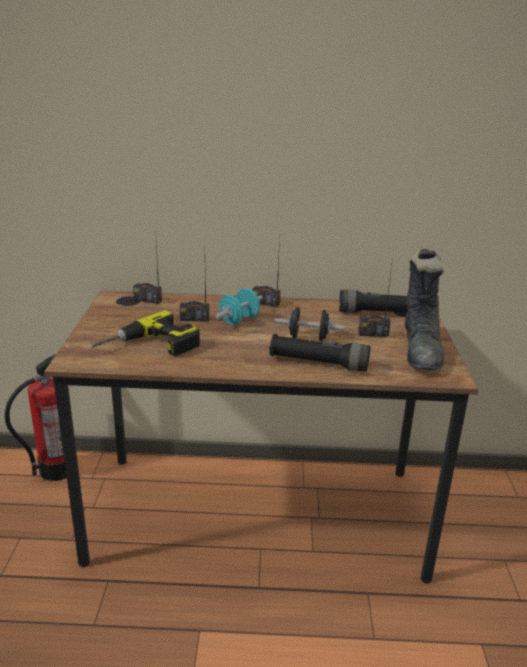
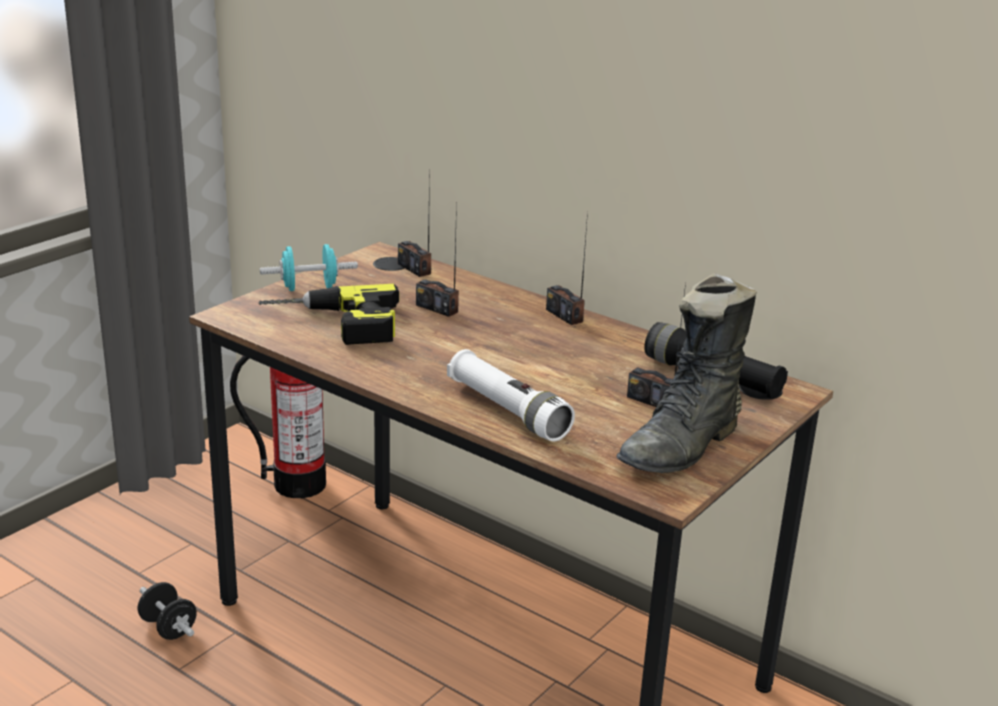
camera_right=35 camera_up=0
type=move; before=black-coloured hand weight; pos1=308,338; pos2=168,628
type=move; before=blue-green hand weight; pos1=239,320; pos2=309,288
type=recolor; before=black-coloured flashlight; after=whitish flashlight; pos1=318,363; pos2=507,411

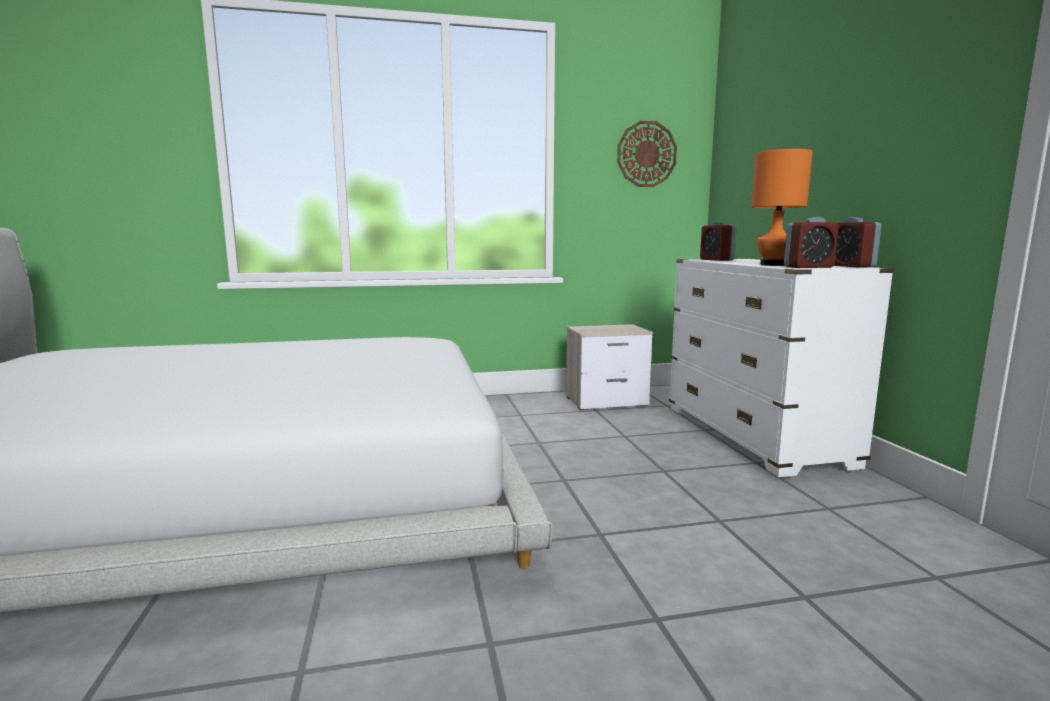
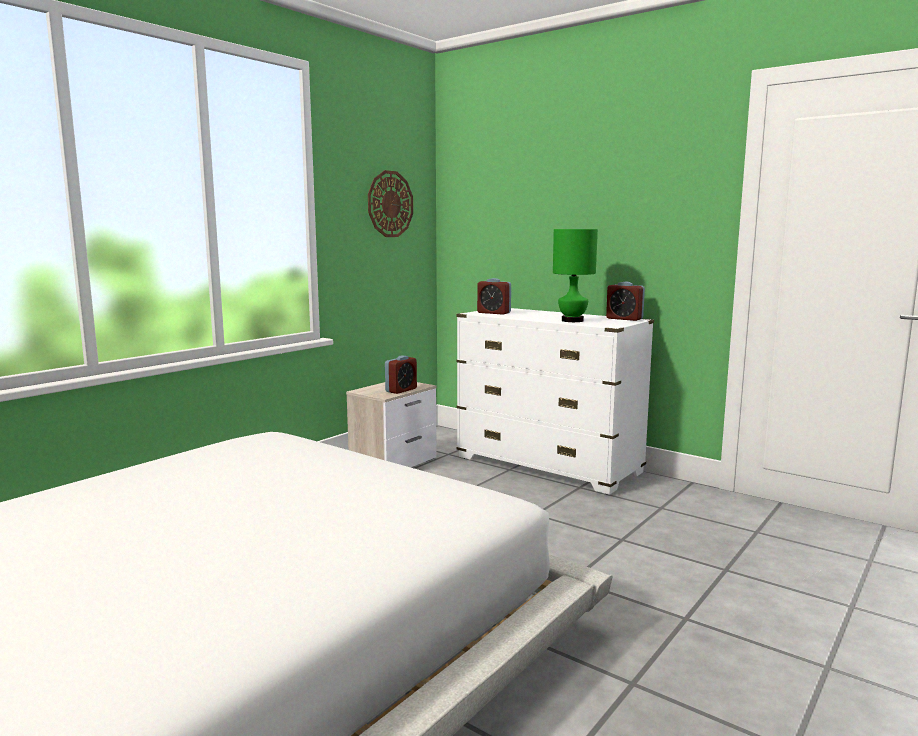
camera_right=-40 camera_up=0
type=move; before=table clock; pos1=808,267; pos2=401,390
type=recolor; before=orange tabletop lamp; after=green tabletop lamp; pos1=773,265; pos2=572,320

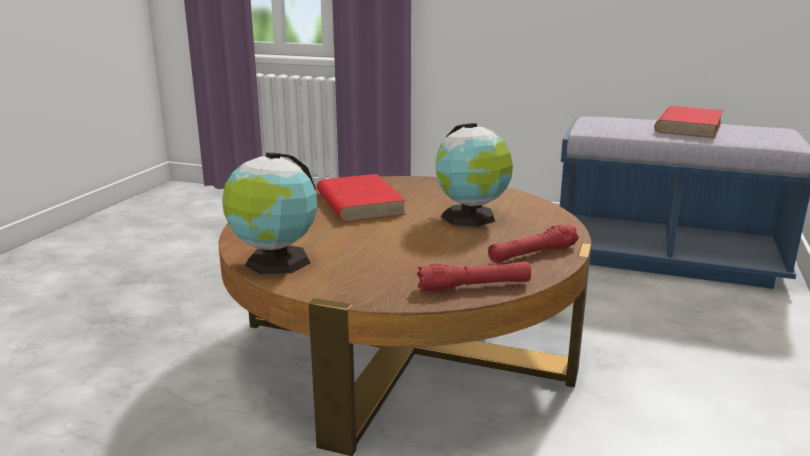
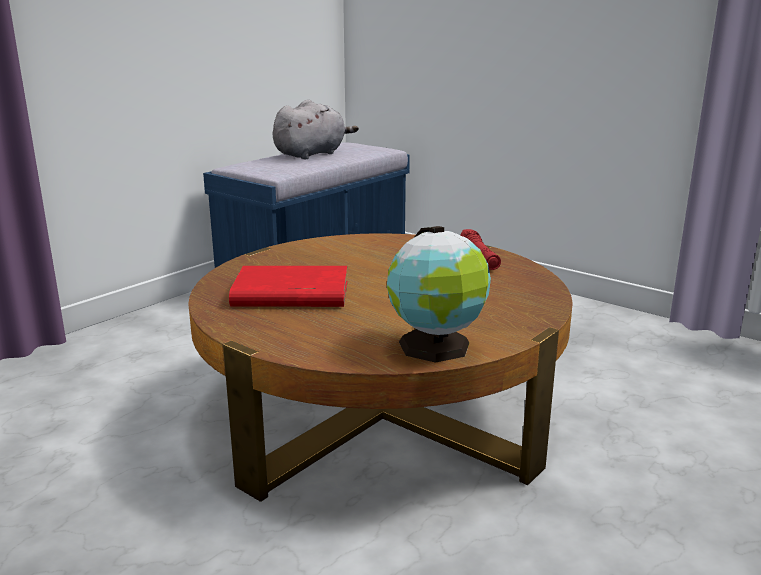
camera_right=-70 camera_up=0
type=replace; before=red-coloured book; after=greyish soft toy; pos1=688,126; pos2=312,154
type=delete; before=red-coloured flashlight; pos1=474,286
type=delete; before=world globe; pos1=471,217

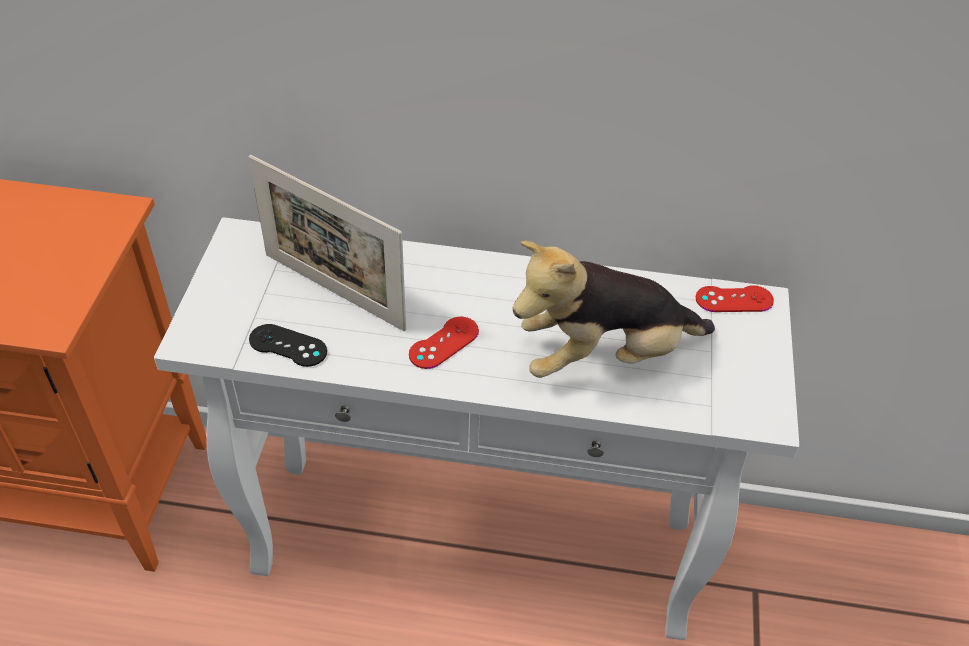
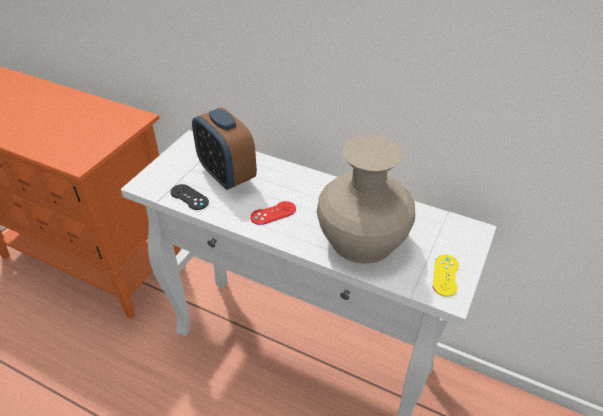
camera_right=20 camera_up=-5
type=replace; before=photo frame; after=table clock; pos1=334,291; pos2=227,175
type=replace; before=soft toy; after=sand-coloured vase; pos1=604,356; pos2=362,239
type=insert; after=yellow game controller; pos2=445,275
type=delete; before=red-coloured game controller; pos1=734,299

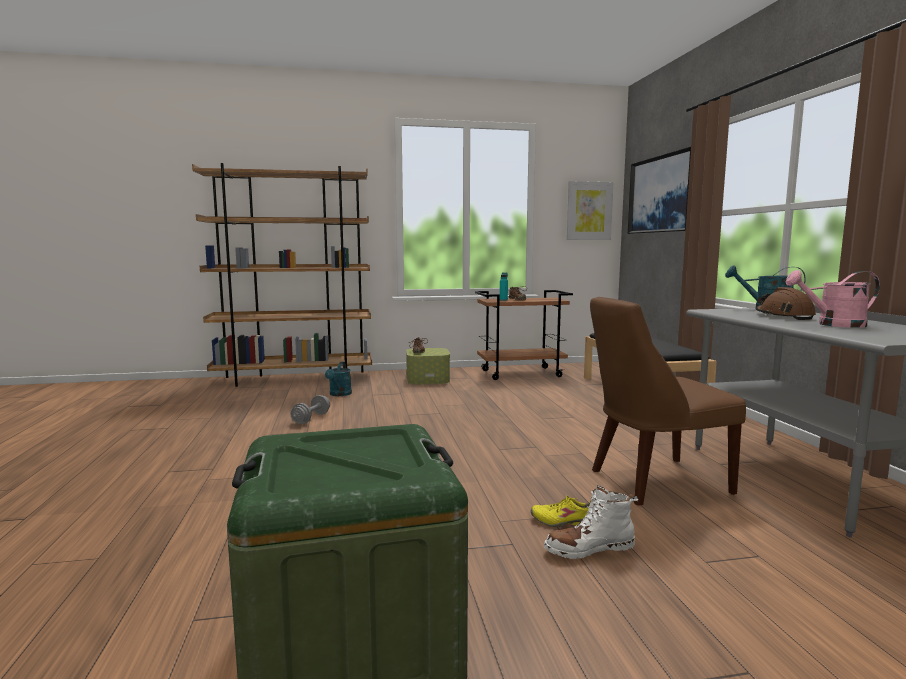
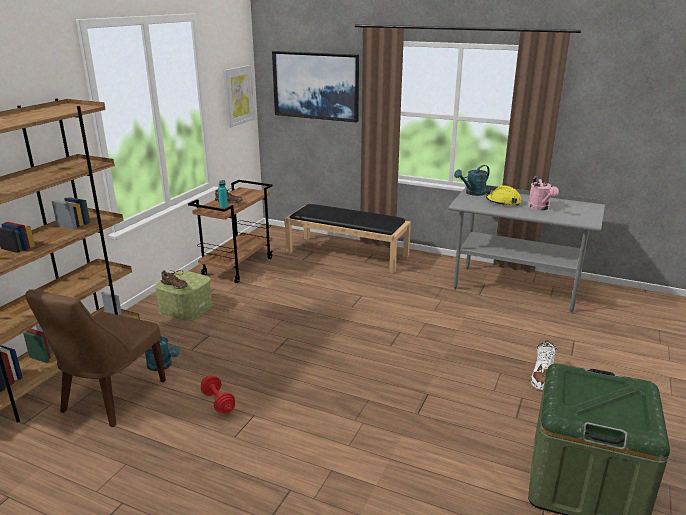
camera_right=-55 camera_up=15
type=move; before=brown-coloured plain chair; pos1=653,481; pos2=110,398
type=recolor; before=greyish hand weight; after=red-coloured hand weight; pos1=311,419; pos2=218,402
type=recolor; before=brown-coloured hard hat; after=yellow hard hat; pos1=784,316; pos2=503,202
type=rotate; before=pink-coloured sprinkling can; pos1=833,324; pos2=540,208; turn=-45
type=delete; before=yellow low shoe; pos1=563,522

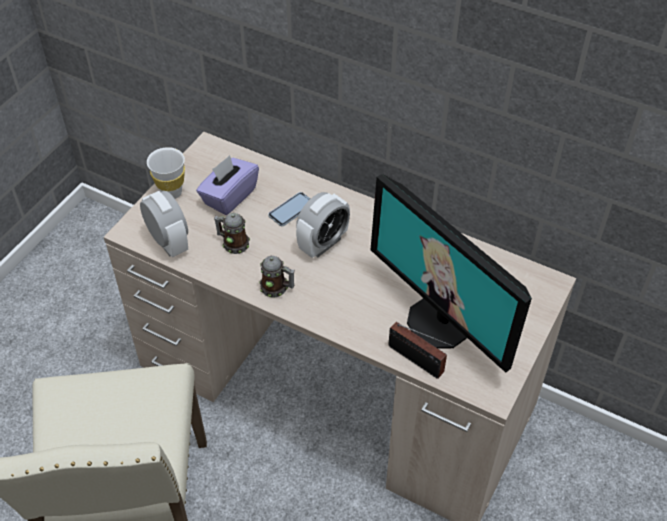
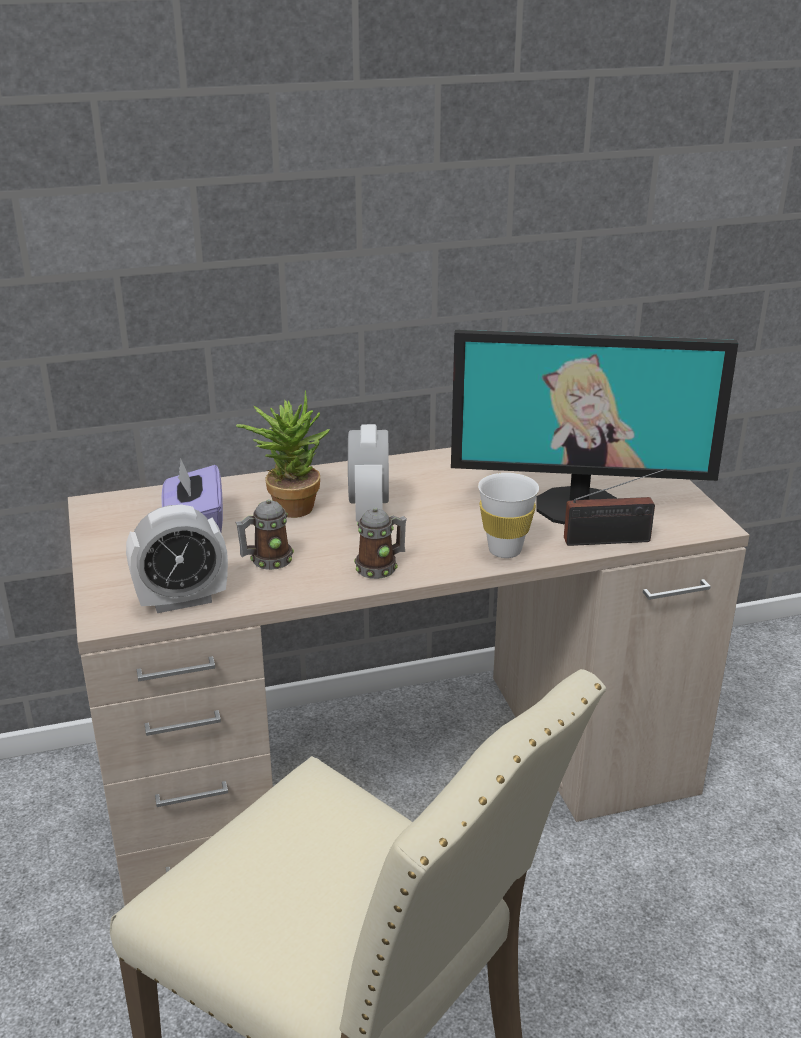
camera_right=-45 camera_up=-20
type=rotate; before=table clock; pos1=168,242; pos2=182,600; turn=150
type=replace; before=phone; after=houseplant; pos1=291,210; pos2=289,505
type=move; before=whitish drinking cup; pos1=171,192; pos2=505,550

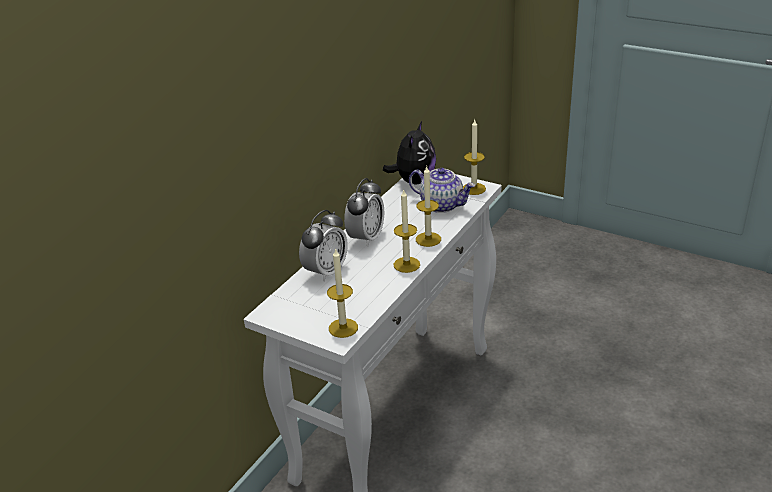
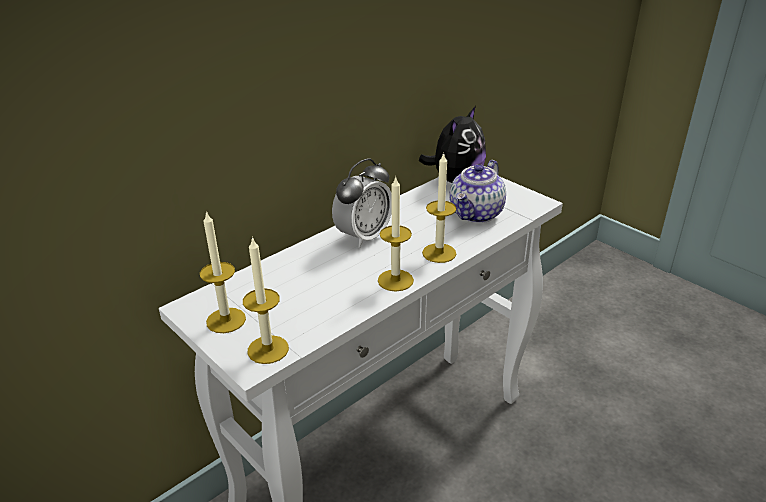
camera_right=15 camera_up=0
type=move; before=wax candle; pos1=474,189; pos2=226,320
type=rotate; before=teapot; pos1=442,205; pos2=476,214; turn=75
type=delete; before=table clock; pos1=326,271

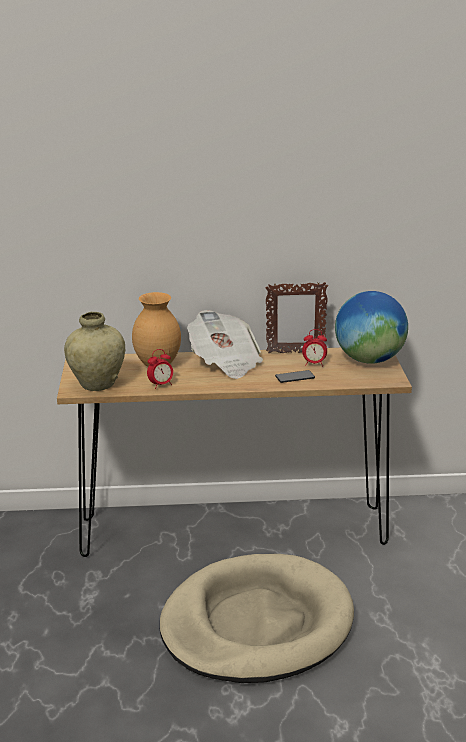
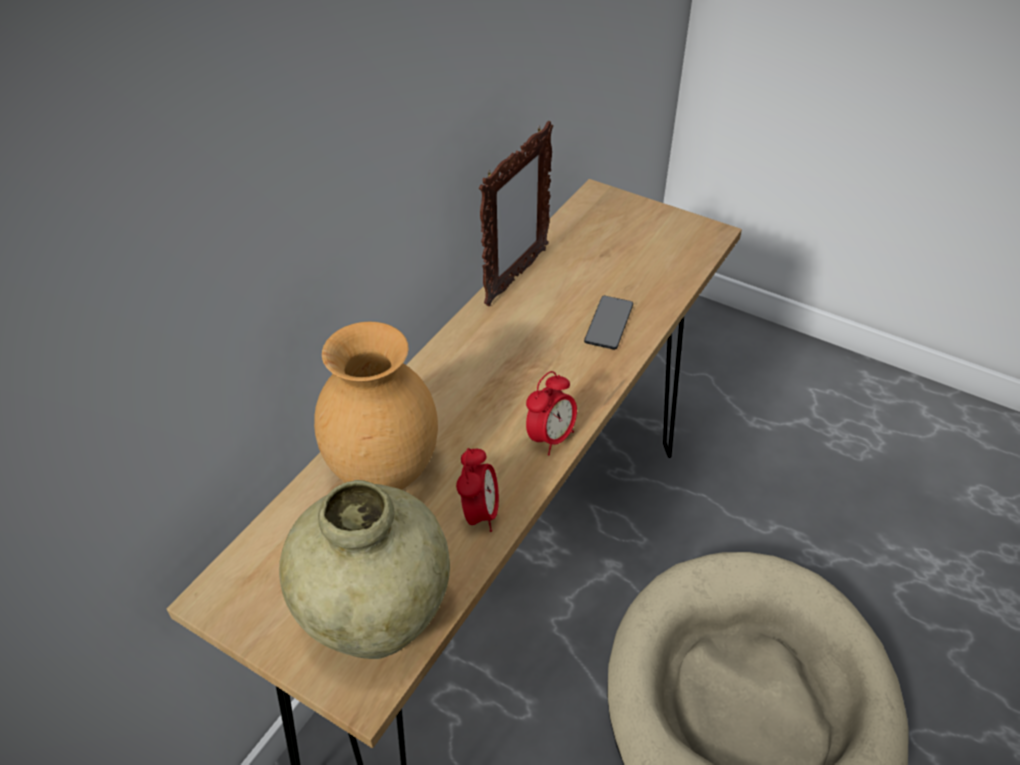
camera_right=-55 camera_up=20
type=move; before=table clock; pos1=314,364; pos2=550,438
type=delete; before=newspaper; pos1=225,363
type=delete; before=world globe; pos1=369,360

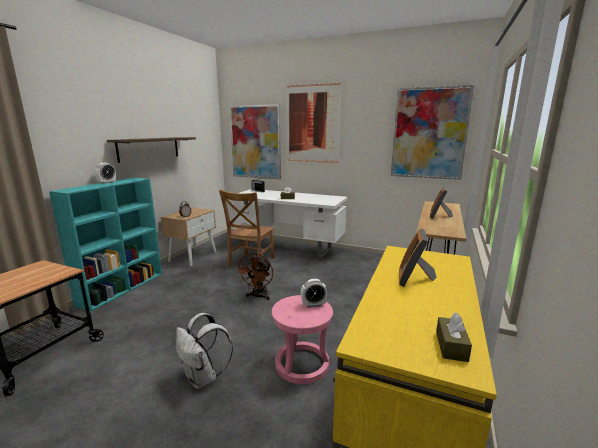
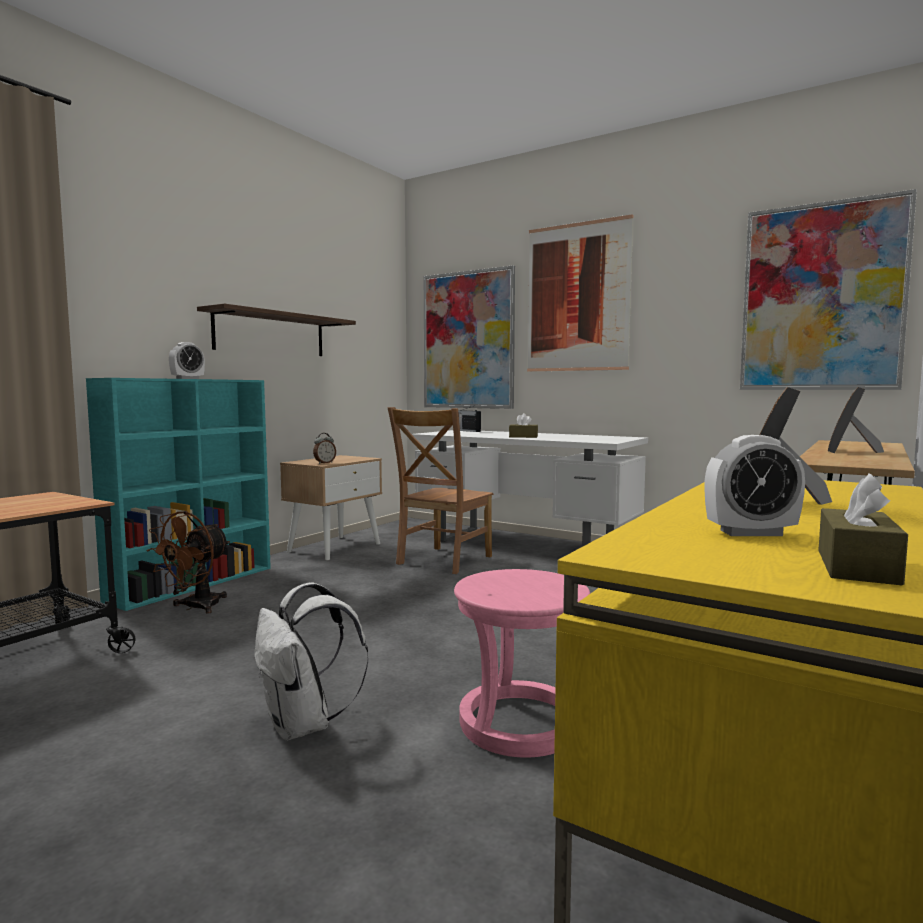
camera_right=10 camera_up=-10
type=move; before=brown-coloured electric fan; pos1=258,296; pos2=195,607
type=move; before=table clock; pos1=313,305; pos2=751,533

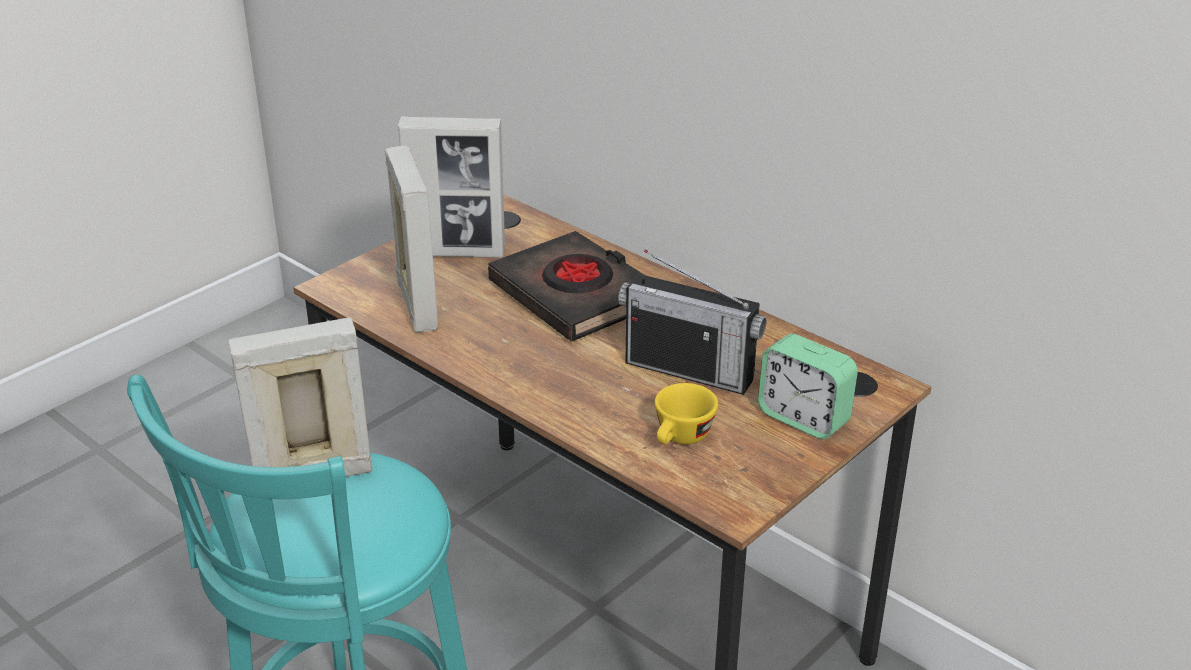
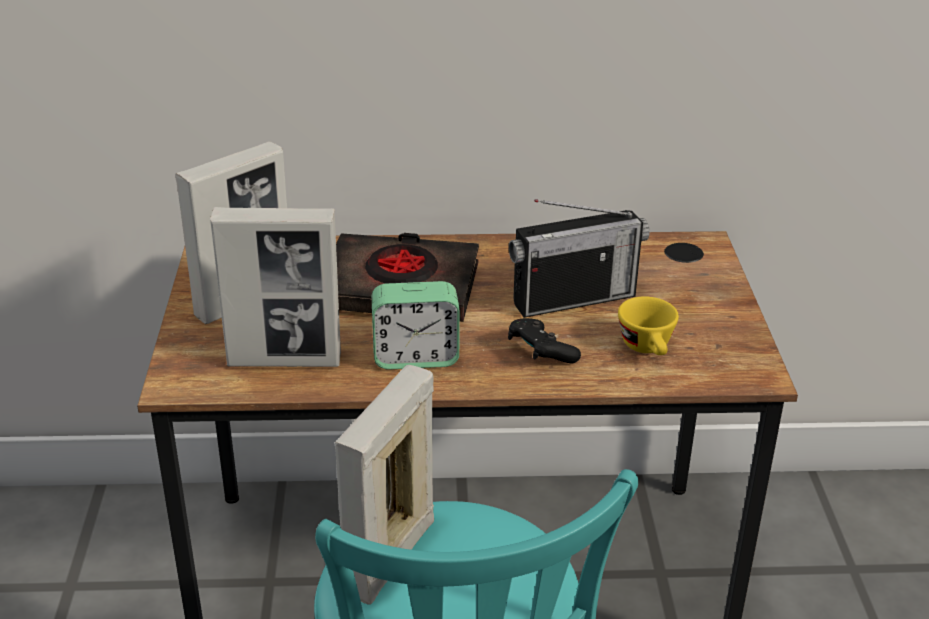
camera_right=-45 camera_up=0
type=rotate; before=photo frame; pos1=417,305; pos2=285,361; turn=150
type=move; before=table clock; pos1=803,418; pos2=415,357
type=insert; after=black-coloured game controller; pos2=540,353

